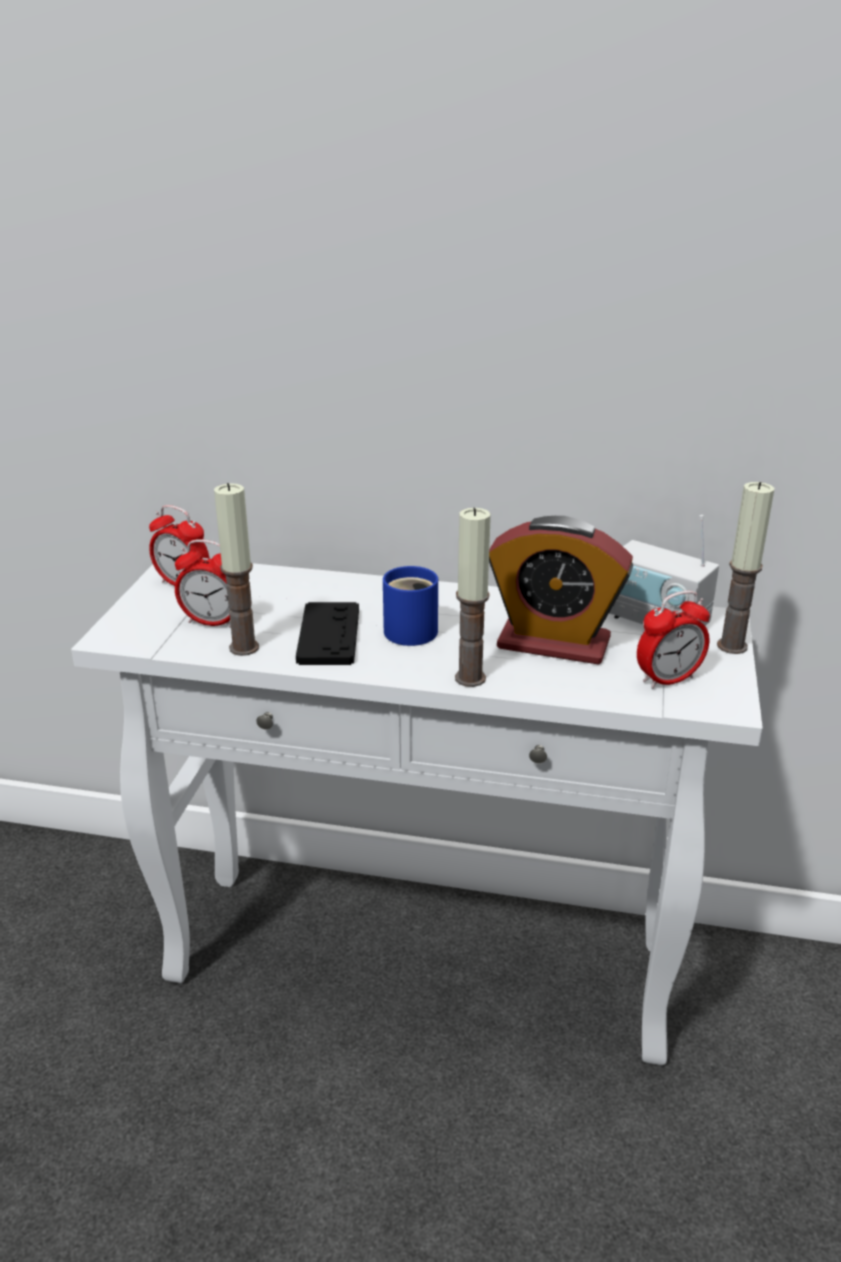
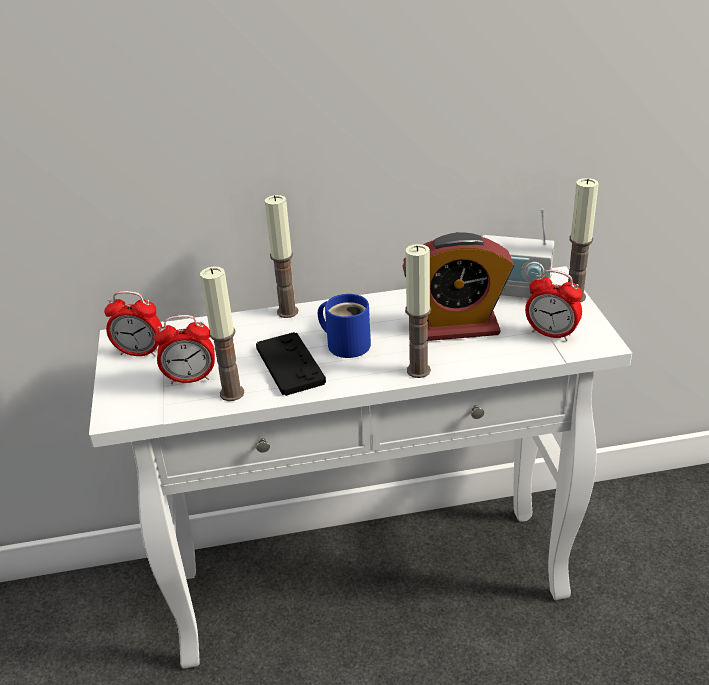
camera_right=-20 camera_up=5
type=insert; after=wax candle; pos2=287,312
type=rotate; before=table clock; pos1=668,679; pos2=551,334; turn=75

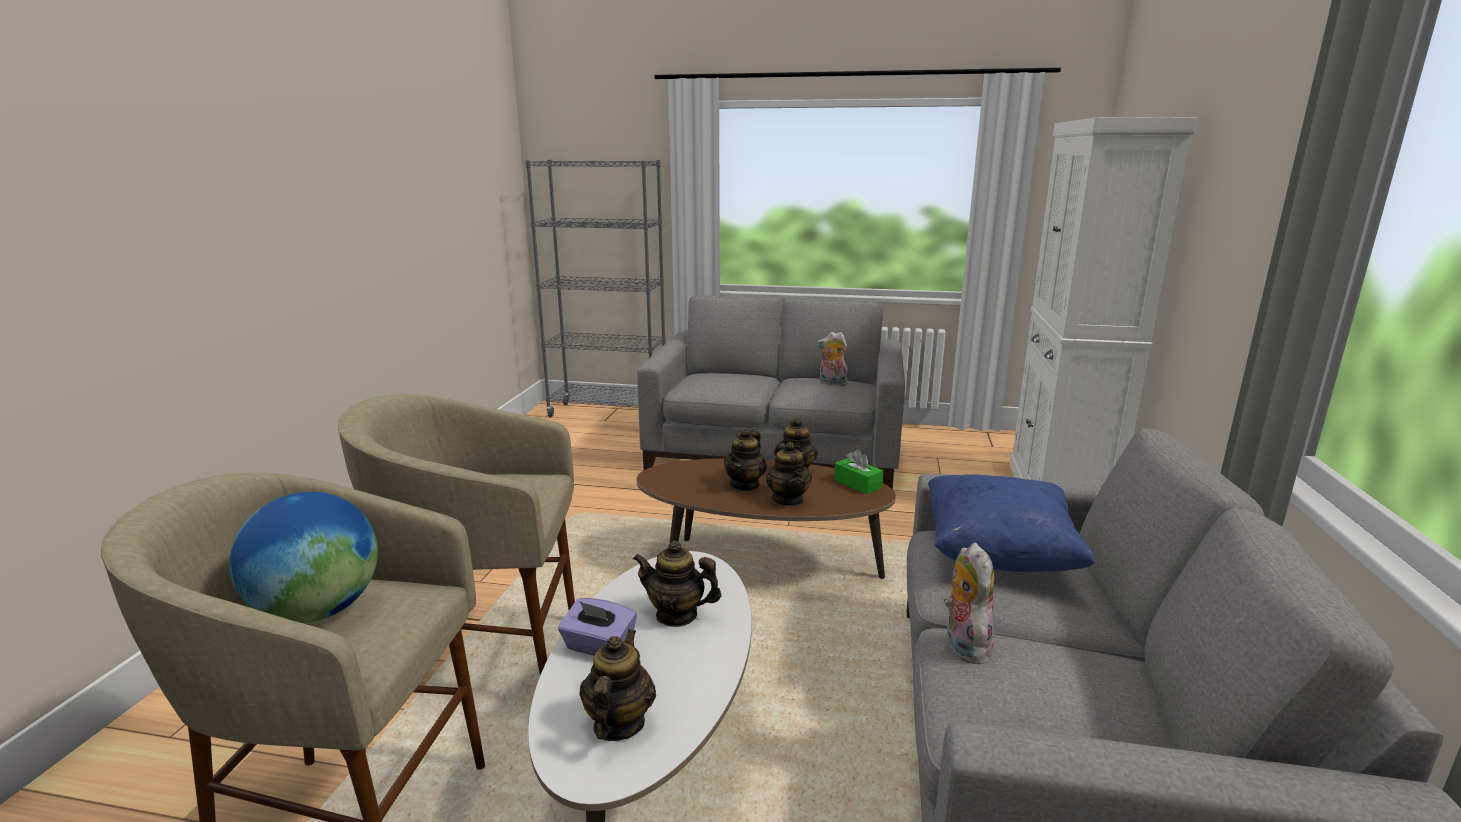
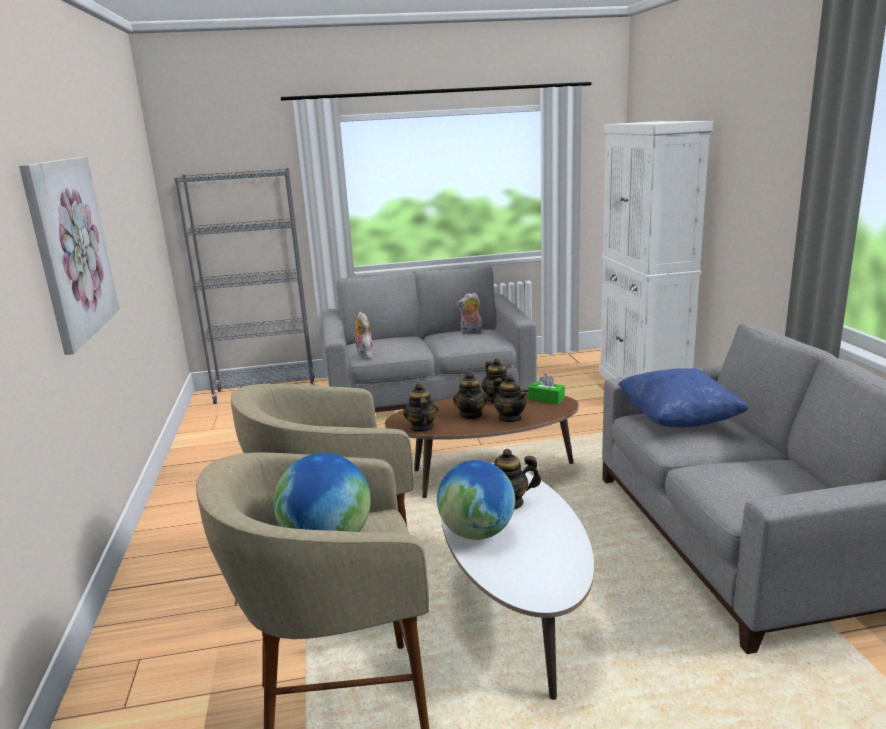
camera_right=-20 camera_up=0
type=insert; after=wall picture; pos2=71,248
type=move; before=soft toy; pos1=963,645; pos2=364,355
type=move; before=teapot; pos1=618,724; pos2=421,427
type=replace; before=purple-coloured box of tissues; after=world globe; pos1=598,646; pos2=477,533

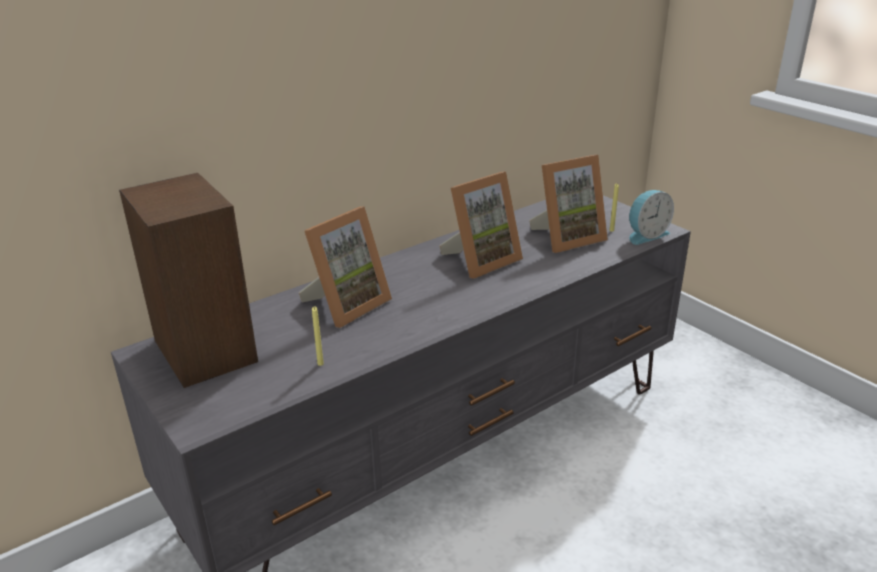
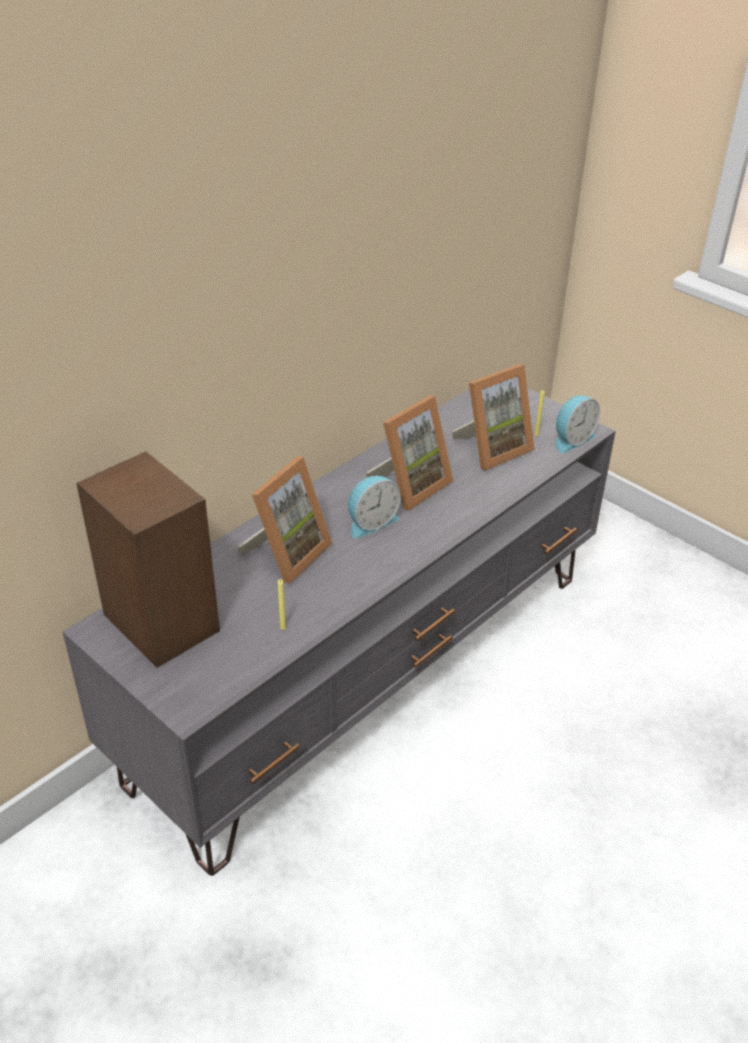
camera_right=-10 camera_up=10
type=insert; after=table clock; pos2=371,522

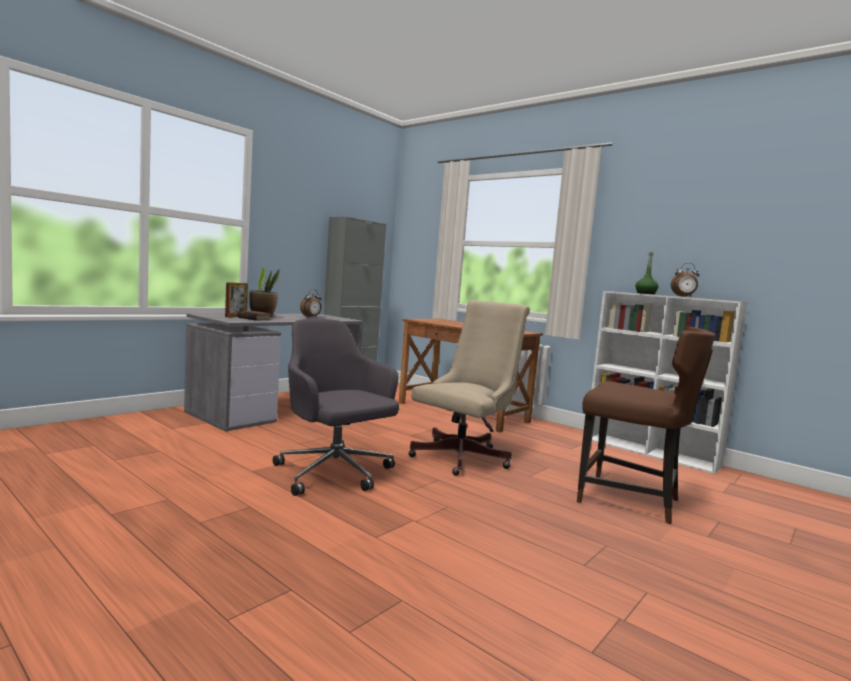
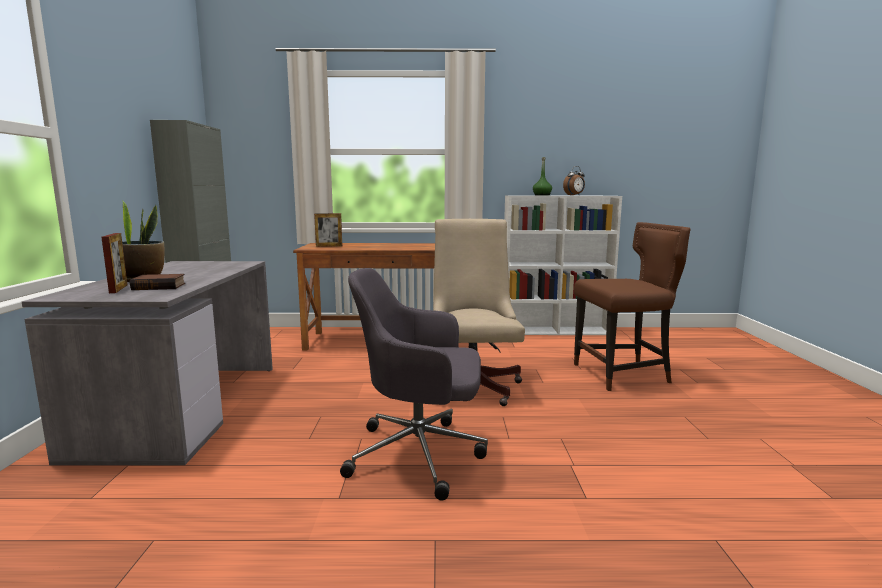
camera_right=-40 camera_up=5
type=insert; after=photo frame; pos2=329,246
type=delete; before=table clock; pos1=311,317

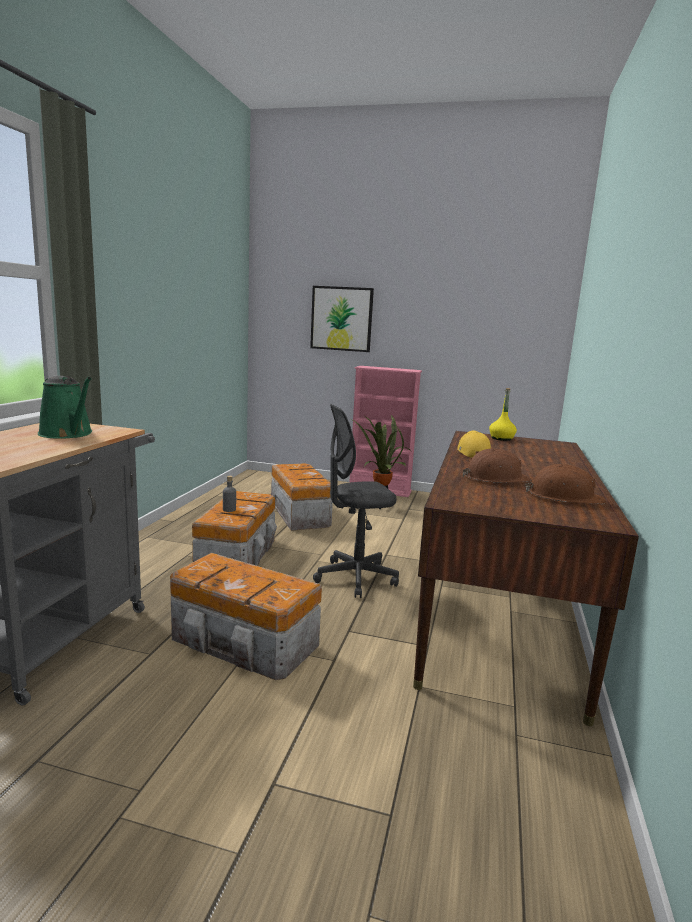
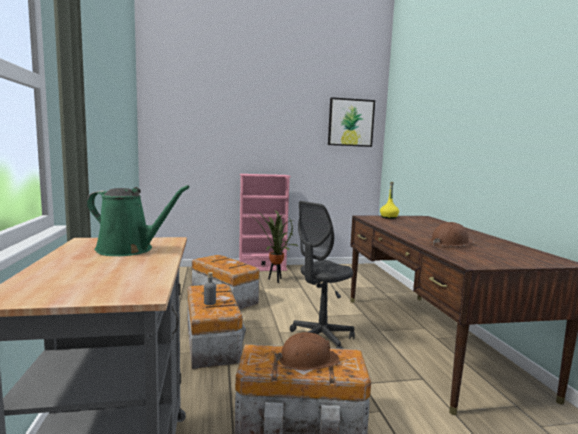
camera_right=-25 camera_up=-5
type=move; before=brown-coloured hard hat; pos1=564,497; pos2=307,360
type=move; before=wall picture; pos1=341,319; pos2=350,122
type=delete; before=yellow cap; pos1=472,453

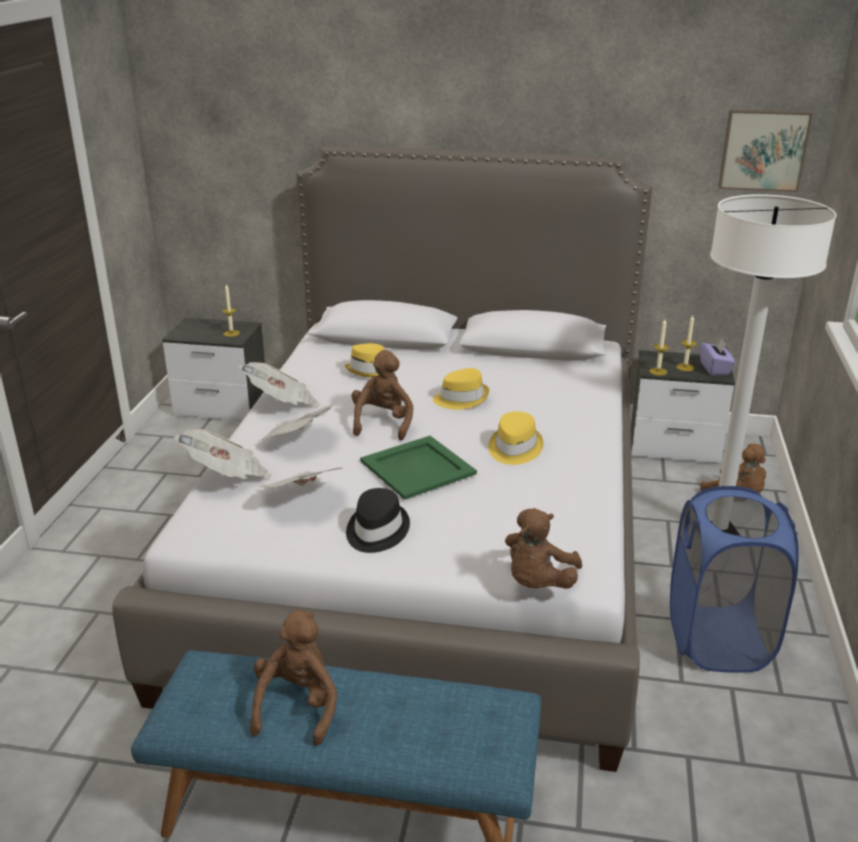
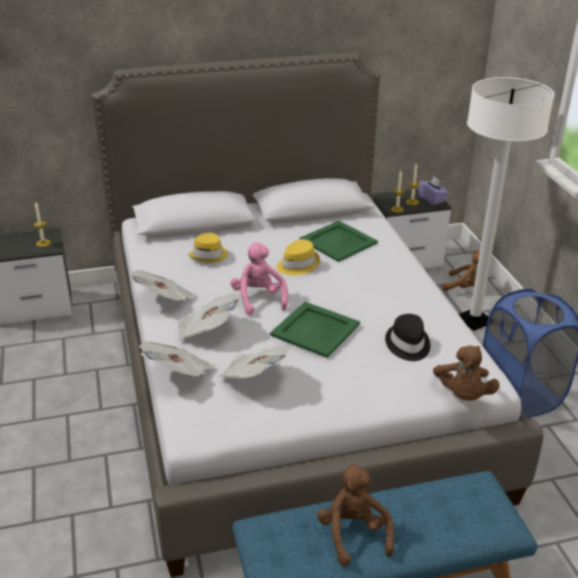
camera_right=-25 camera_up=5
type=recolor; before=brown-coloured soft toy; after=pink-coloured soft toy; pos1=383,423; pos2=258,299
type=insert; after=green carrying tray; pos2=338,242
type=move; before=black-coloured hat; pos1=376,531; pos2=407,344
type=delete; before=yellow hat; pos1=514,448
type=delete; before=wall picture; pos1=763,150

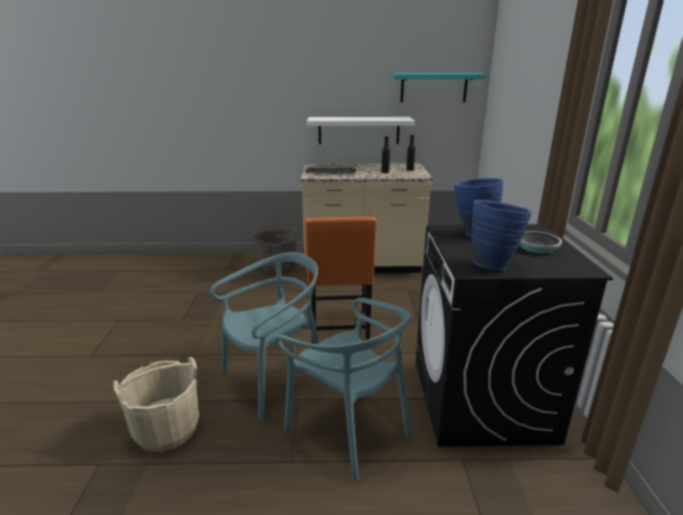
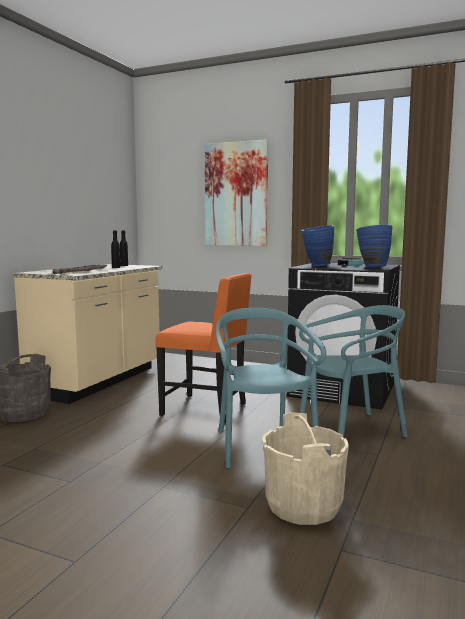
camera_right=-65 camera_up=-15
type=insert; after=wall picture; pos2=236,194
type=delete; before=whitish bracket shelf; pos1=359,130
type=delete; before=blue-green bracket shelf; pos1=433,87

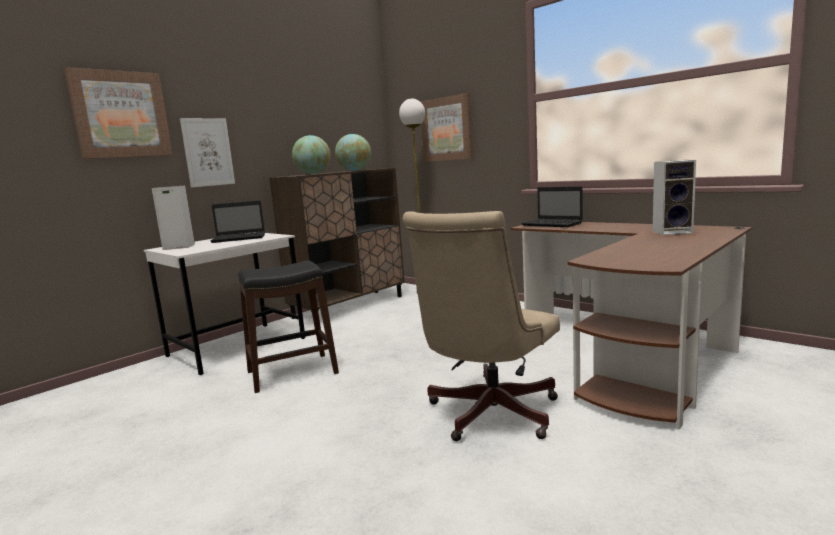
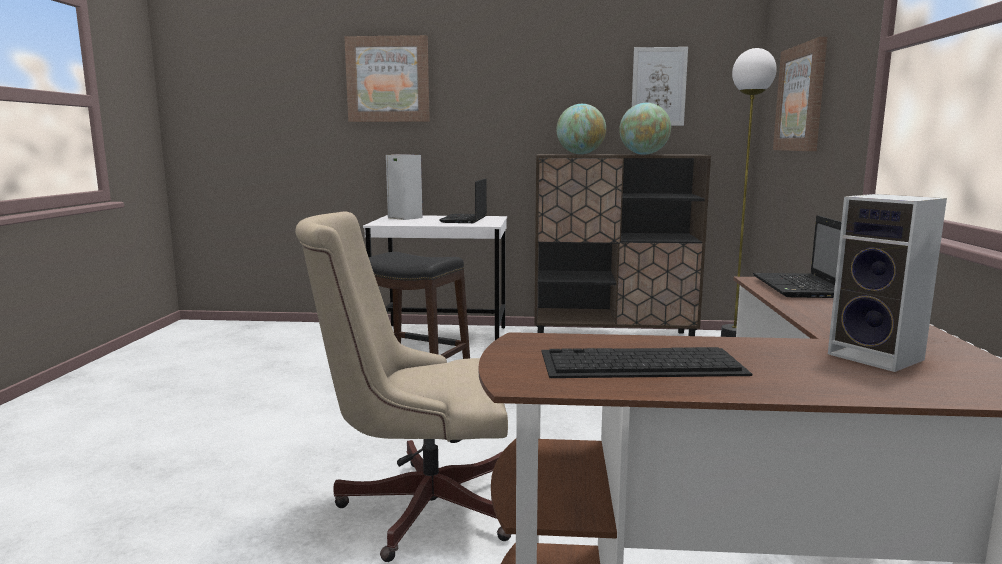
camera_right=50 camera_up=0
type=rotate; before=portable computer; pos1=240,238; pos2=464,220; turn=60
type=insert; after=computer keyboard; pos2=639,363
type=move; before=wall picture; pos1=208,152; pos2=658,87

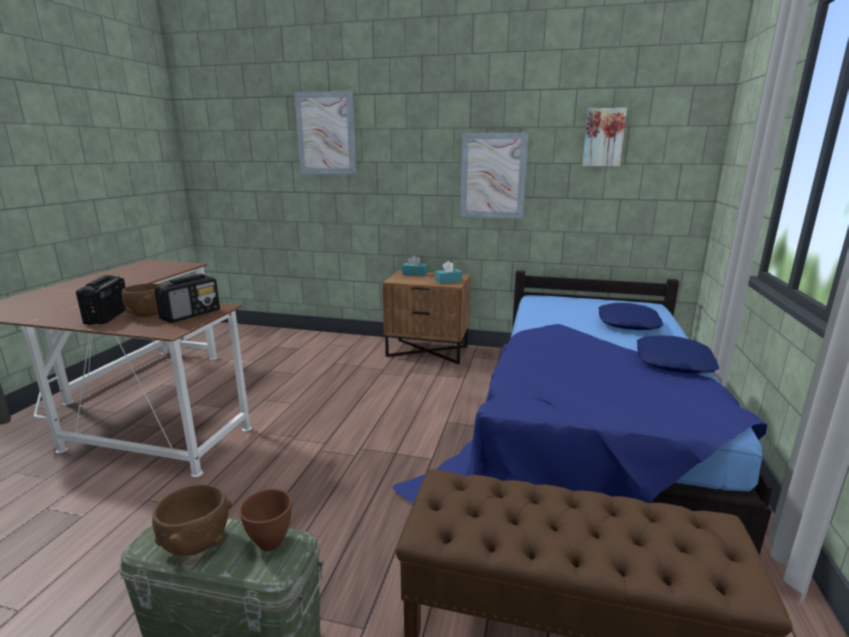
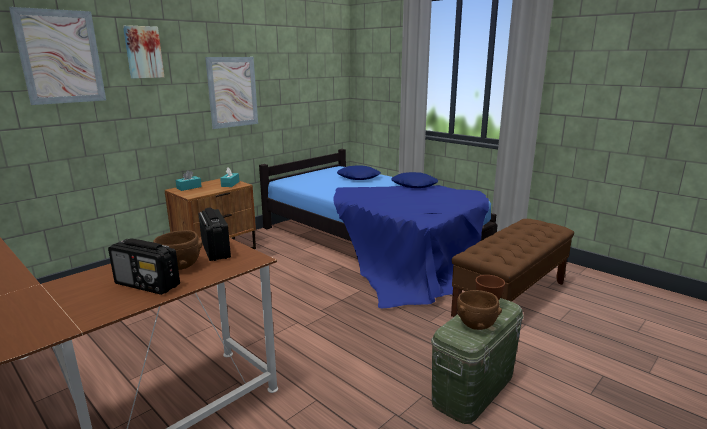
camera_right=-60 camera_up=0
type=move; before=wall picture; pos1=603,137; pos2=143,52

